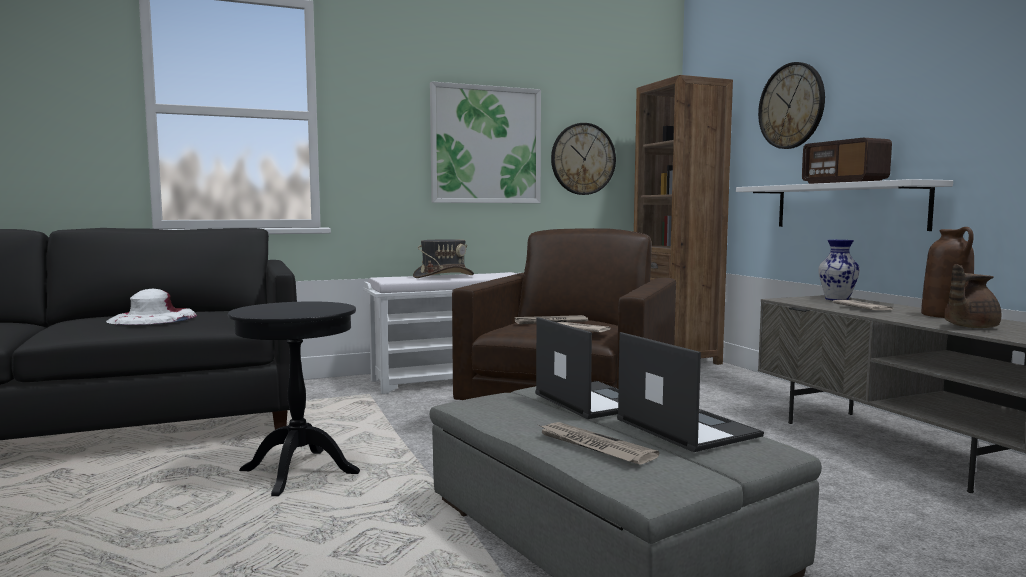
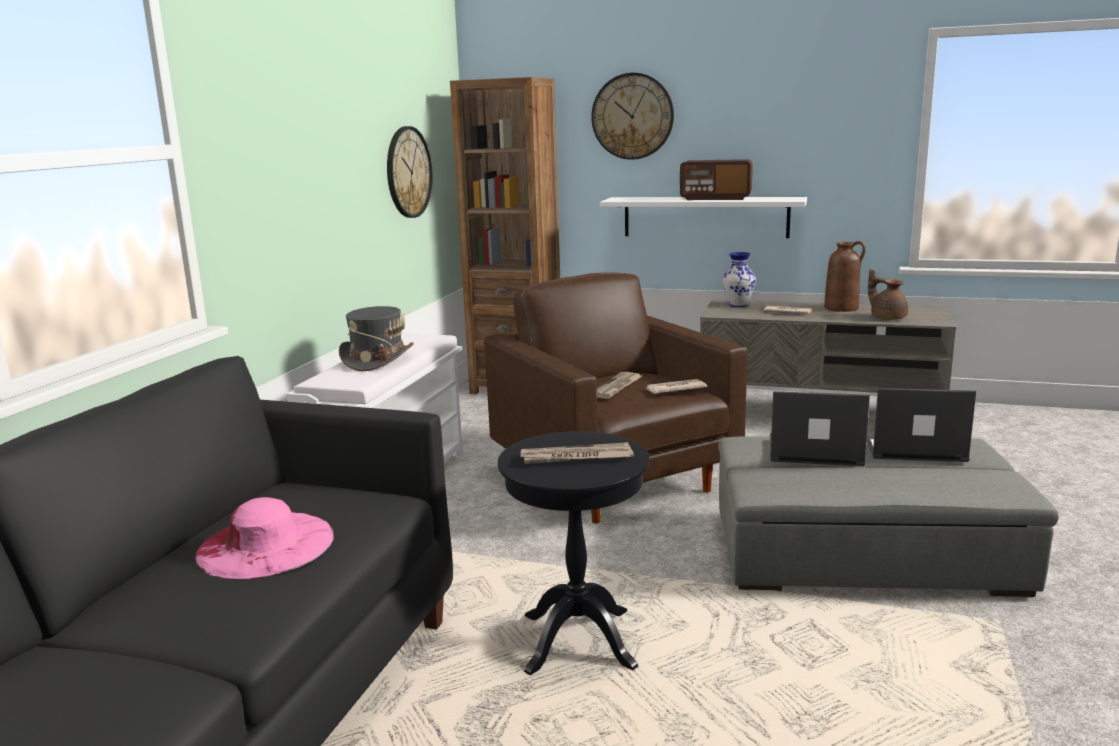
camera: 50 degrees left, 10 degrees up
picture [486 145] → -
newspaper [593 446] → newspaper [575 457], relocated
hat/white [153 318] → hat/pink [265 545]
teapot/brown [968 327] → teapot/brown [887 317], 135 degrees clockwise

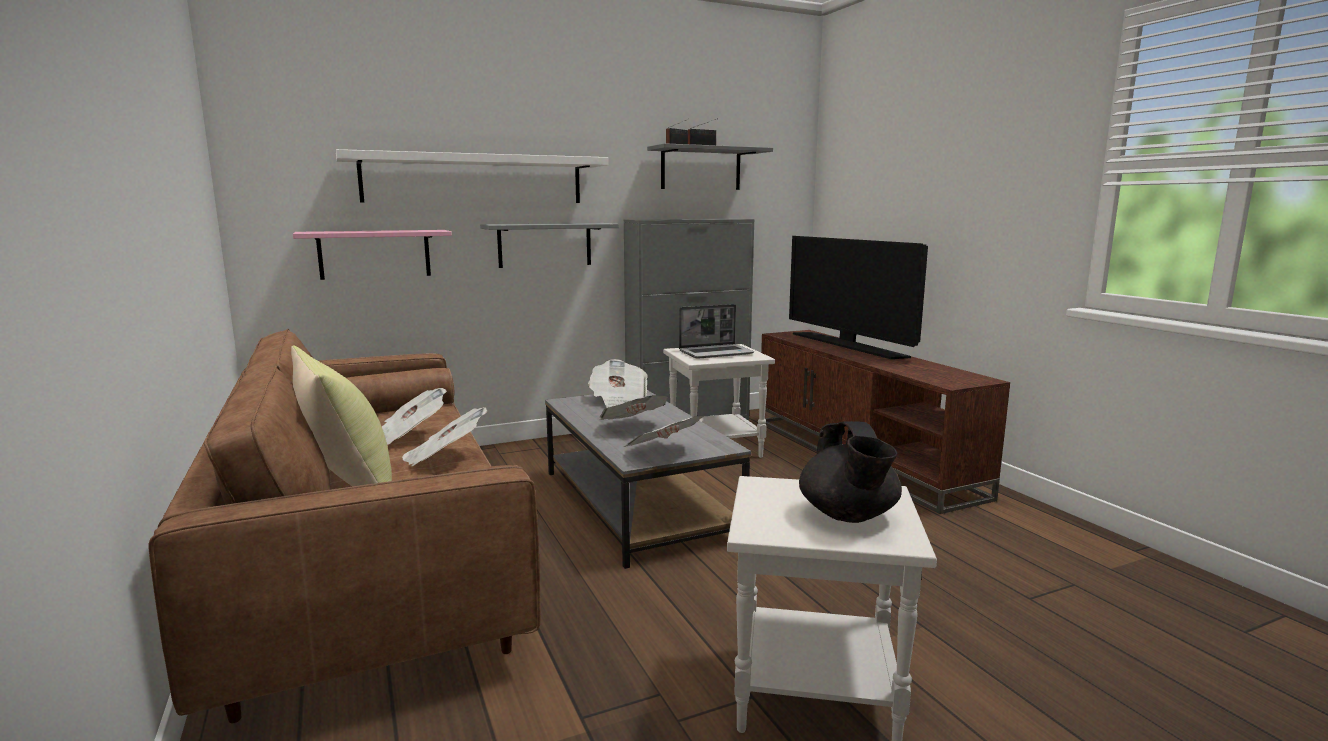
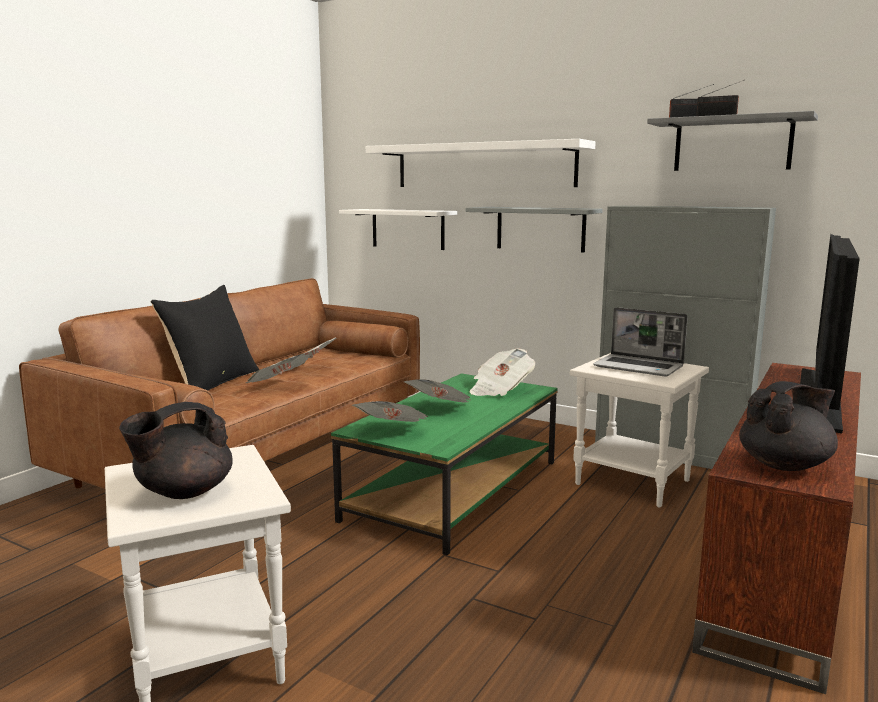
camera: 55 degrees right, 0 degrees up
- → teapot/black [785 465]
pillow/yellow [347 484] → pillow/black [213 383]
shelf/pink [375 254] → shelf/white [408 229]
coffee table/grey [636 504] → coffee table/green [454 489]

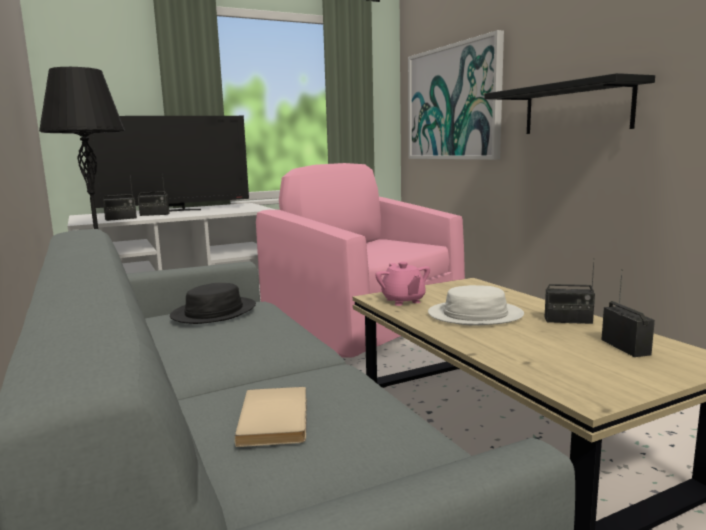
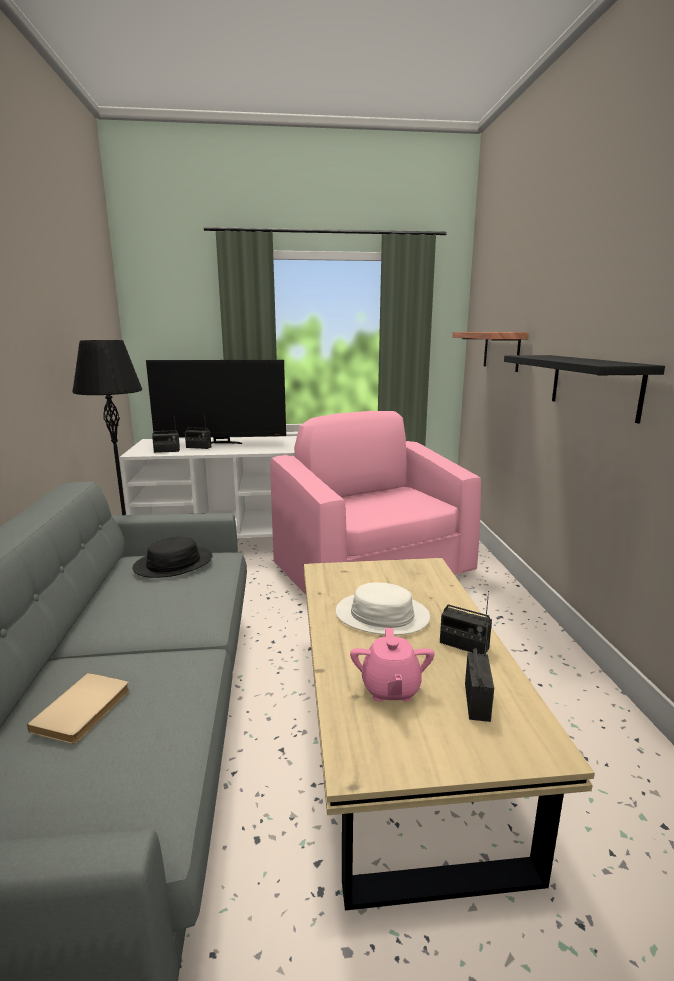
camera: 20 degrees right, 5 degrees up
teapot/pink [403 301] → teapot/pink [390 689], relocated
picture [452 103] → shelf [501 350]

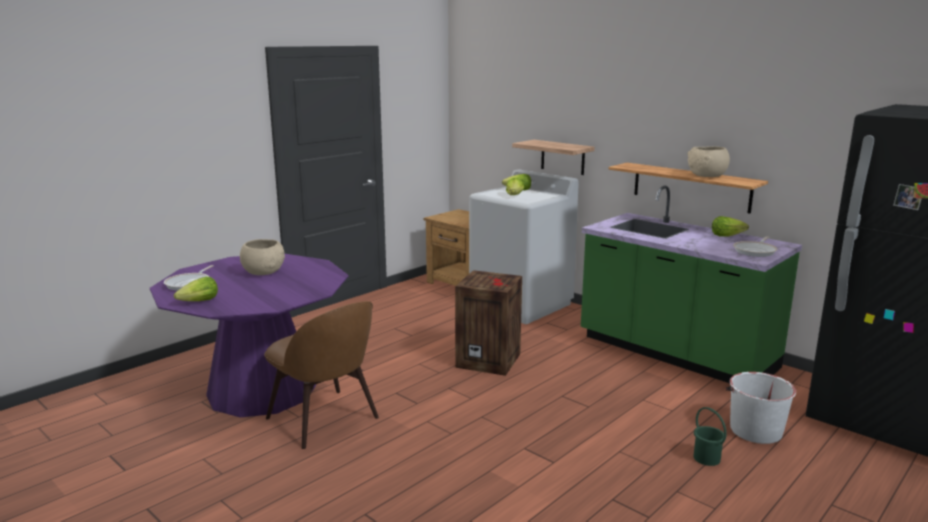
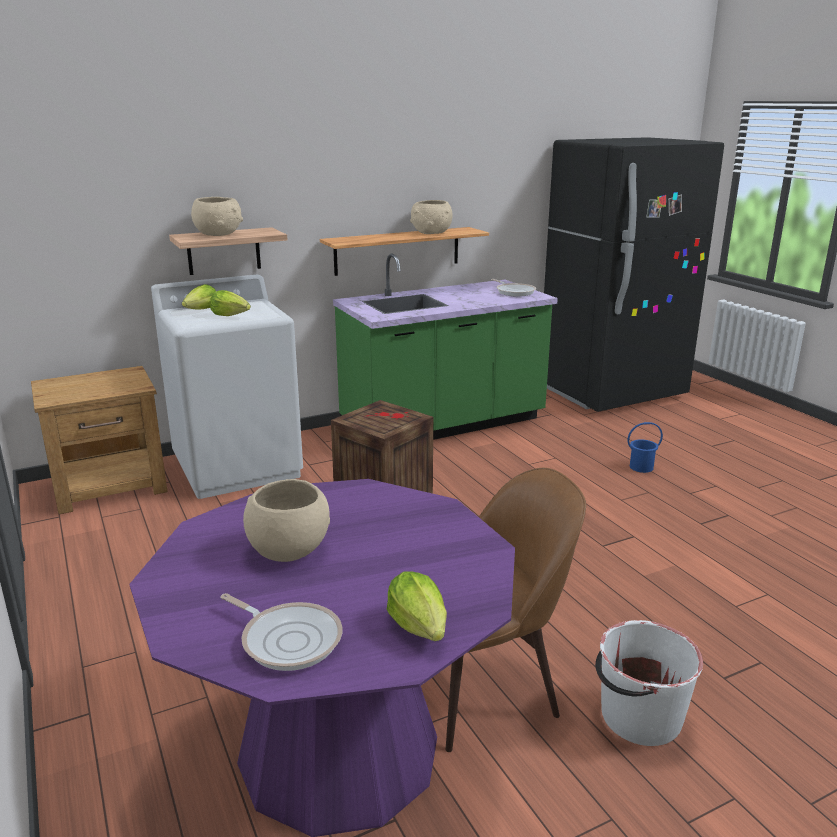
camera: 70 degrees left, 5 degrees up
lettuce [727 235] → -
- → bowl/beige [219 234]
bucket/white [755 430] → bucket/white [639 717], relocated
bucket/green [707 458] → bucket/blue [641 467]

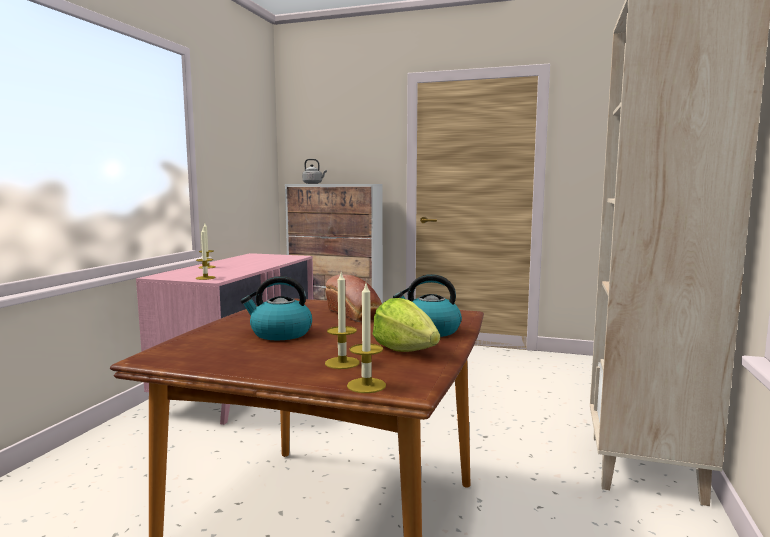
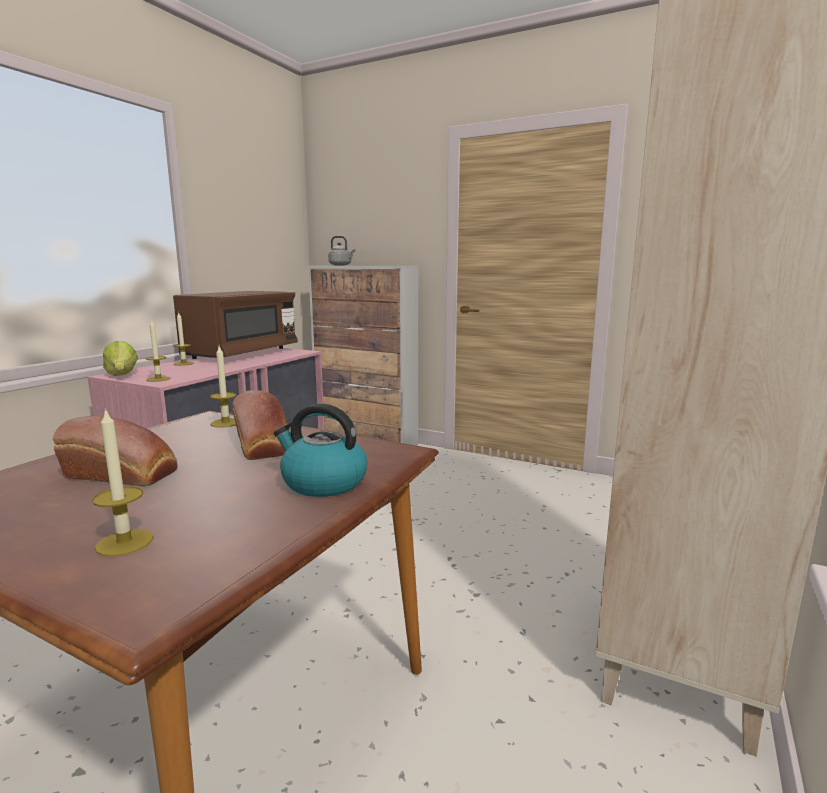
camera: 10 degrees right, 5 degrees up
- → microwave/brown [242 354]
candle [366 385] → candle [225 423], relocated
lettuce [405 350] → lettuce [122 375], relocated
kettle [280 334] → bread [124 475]

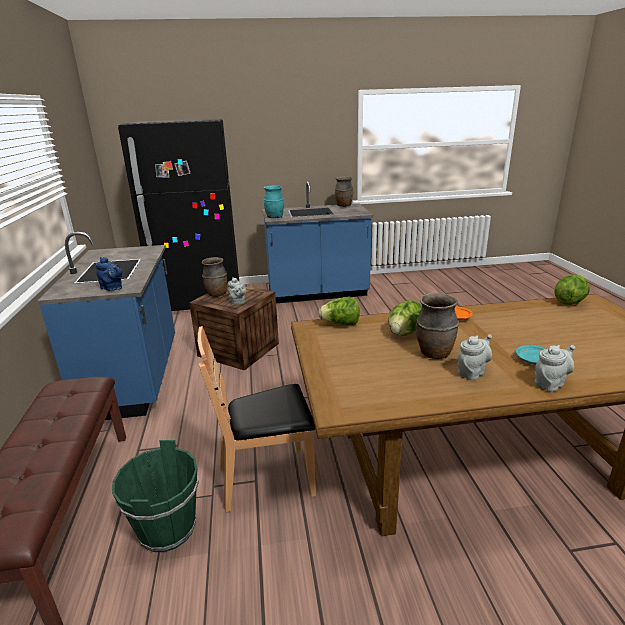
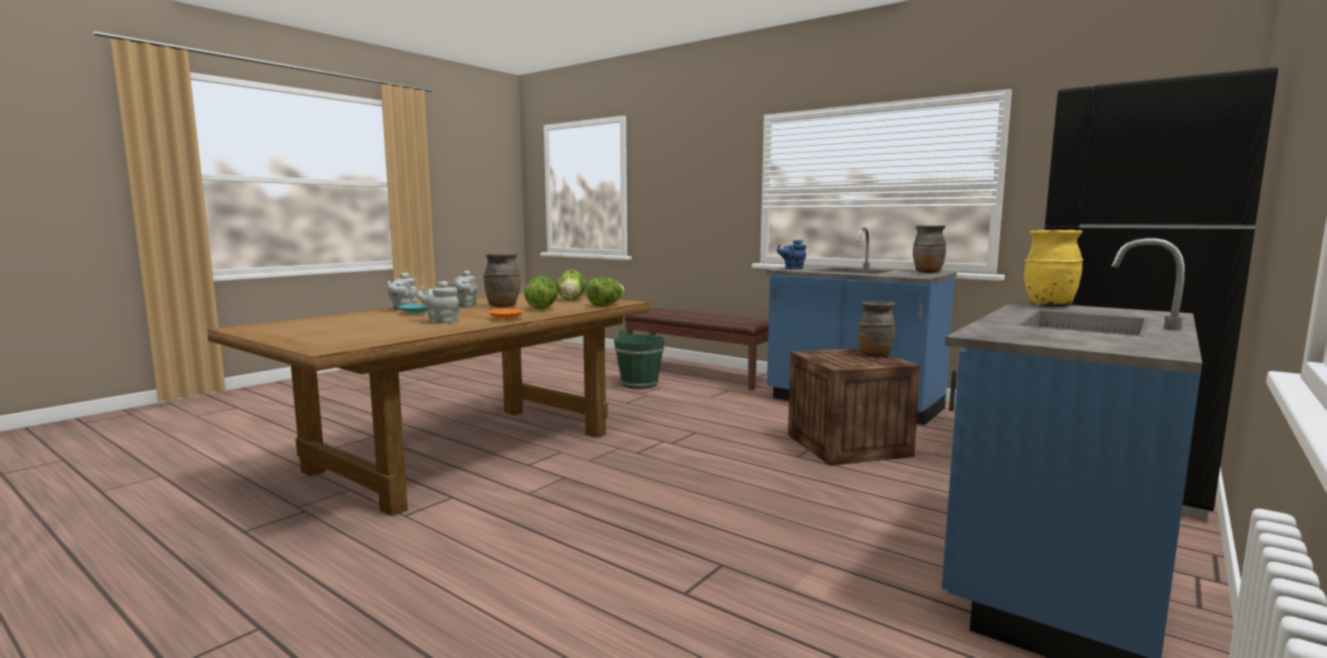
camera: 135 degrees right, 15 degrees down
chair/brown [267 479] → -
teapot/grey [238 302] → teapot/grey [441 321], relocated
vase/brown [344 206] → vase/brown [927 272], relocated
lettuce [569 302] → lettuce [571 300], relocated
vase/turquoise [275 217] → vase/yellow [1049 306]

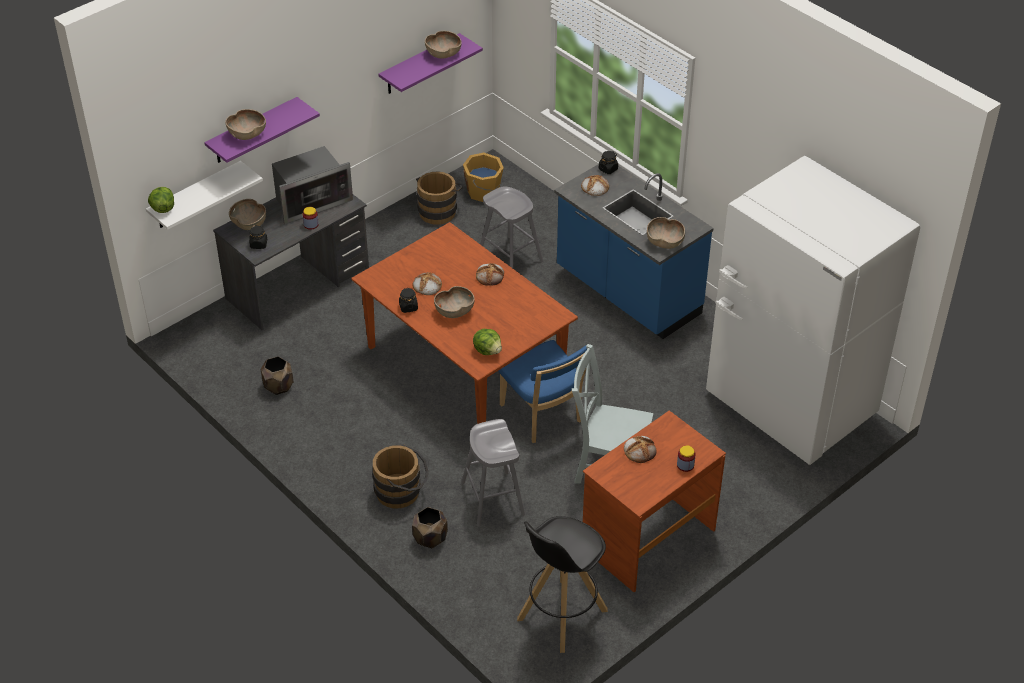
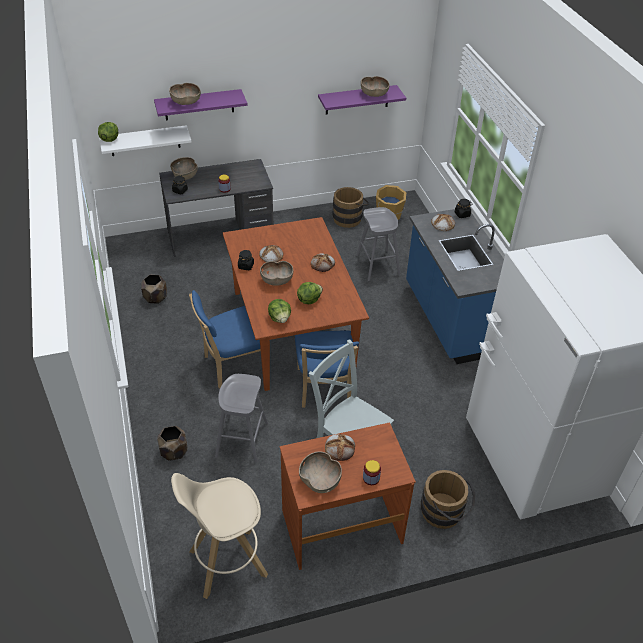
camera: 25 degrees right, 0 degrees up
microwave [311 201] → -
- → chair/blue [232 366]
- → lettuce [309 300]
bucket/brown [402 492] → bucket/brown [445 513], relocated
bowl/brown [665 242] → bowl/brown [320 480], relocated
stool/black [561 615] → stool/beige [226 563]

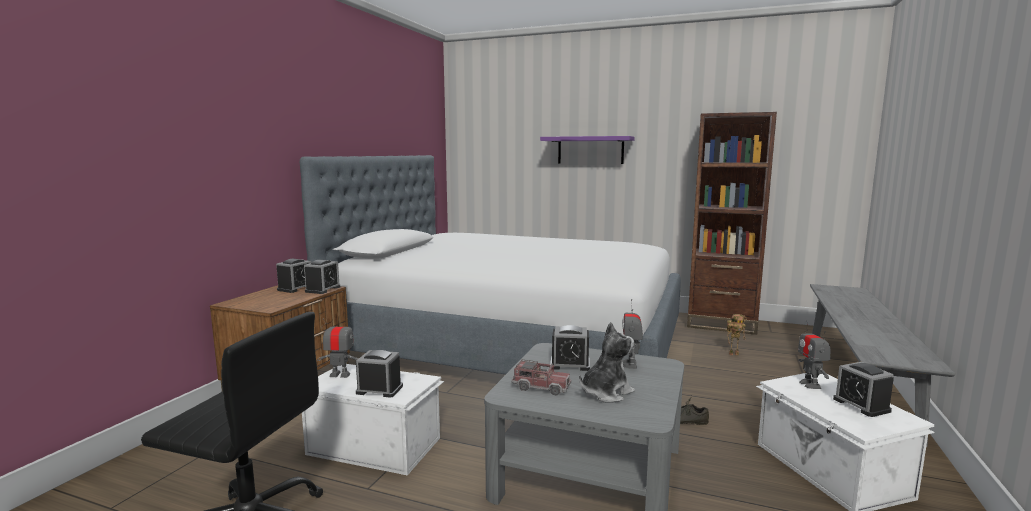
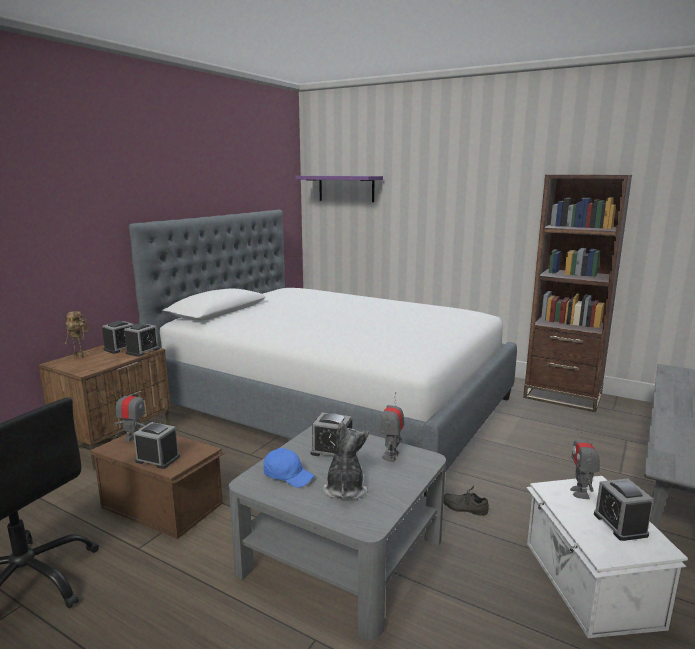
camera: 10 degrees right, 5 degrees up
shelf/purple [590 150] → shelf/purple [346 188], relocated
toy robot [734 354] → toy robot [80 356], relocated
toy truck [541 387] → cap/blue [288 476]
storage box/white [374 445] → storage box/brown [163 504]
plush toy [605 393] → plush toy [345 489], 60 degrees counterclockwise

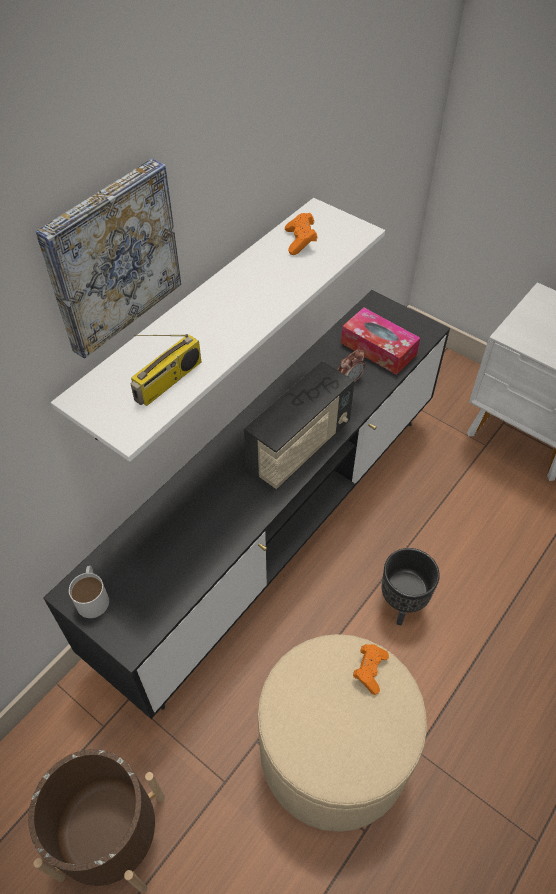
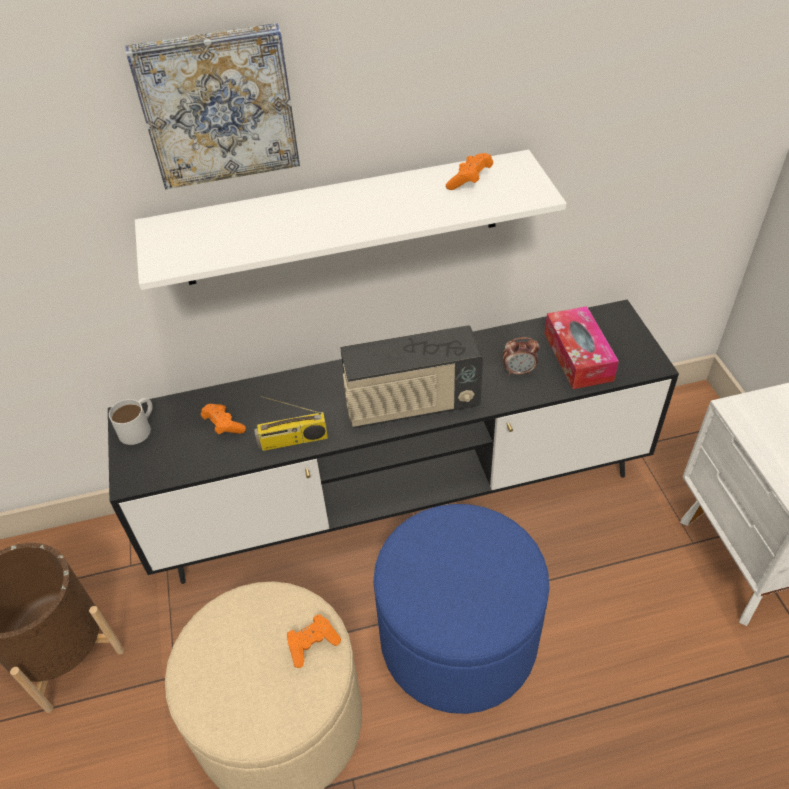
camera: 40 degrees right, 5 degrees down
- → game controller/orange [223 425]
radio [168 382] → radio [293 441], relocated
planter/black [401 605] → ottoman/blue [458 638]

